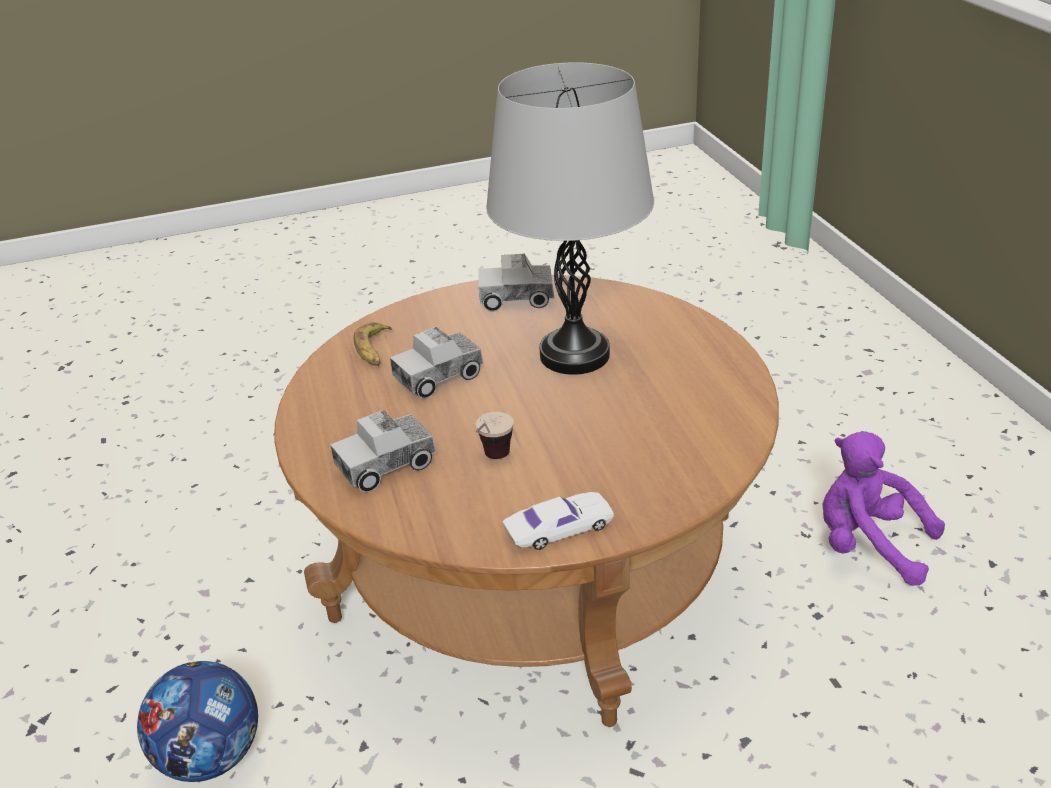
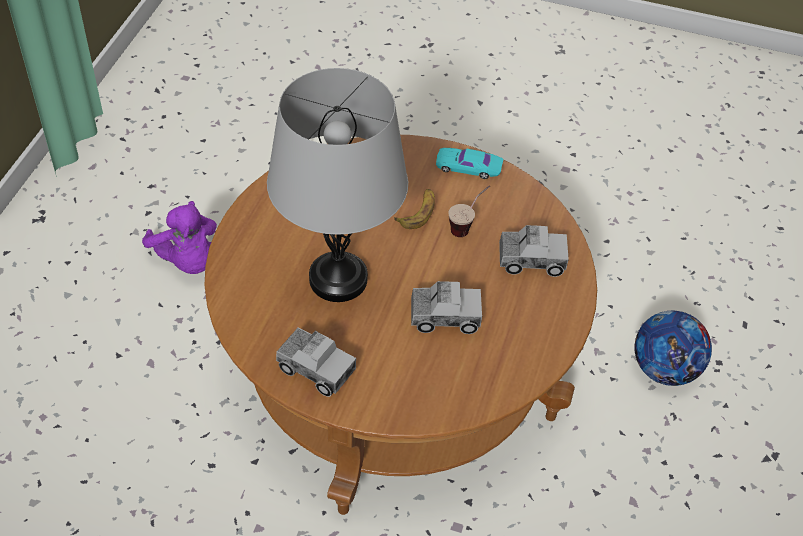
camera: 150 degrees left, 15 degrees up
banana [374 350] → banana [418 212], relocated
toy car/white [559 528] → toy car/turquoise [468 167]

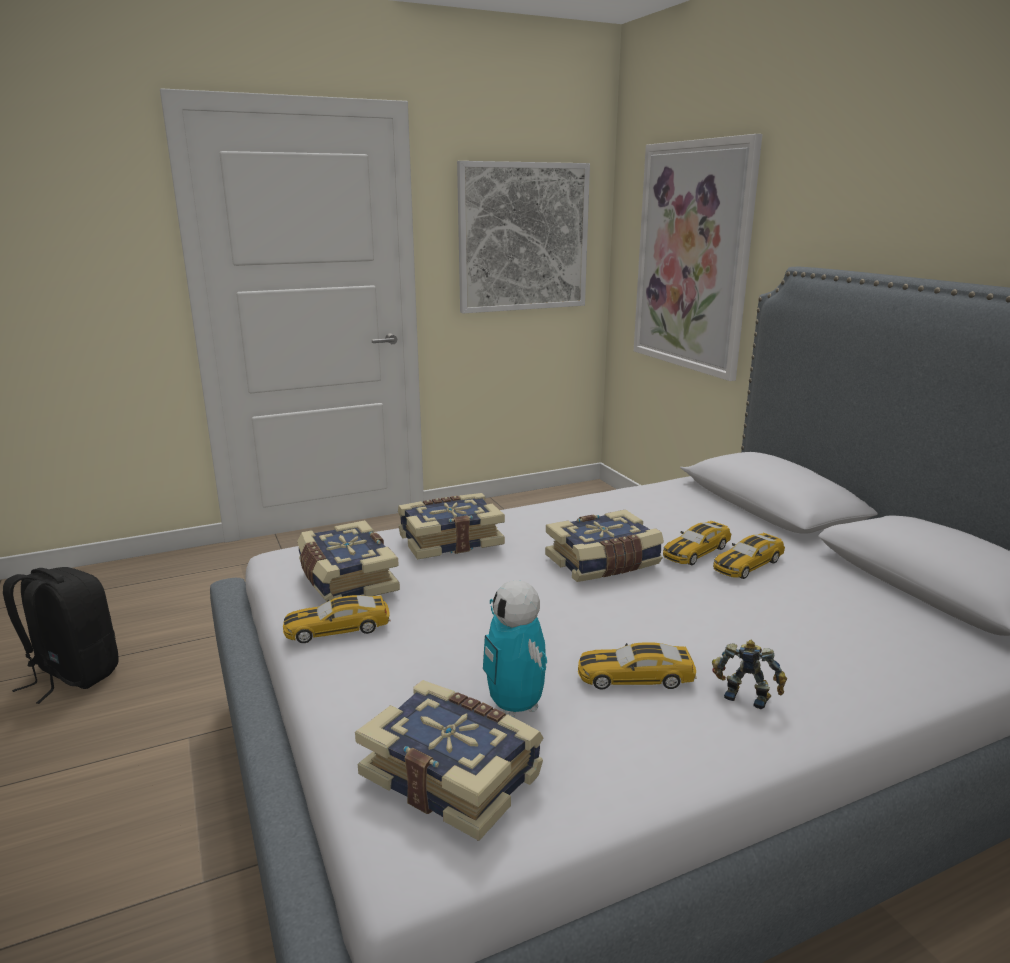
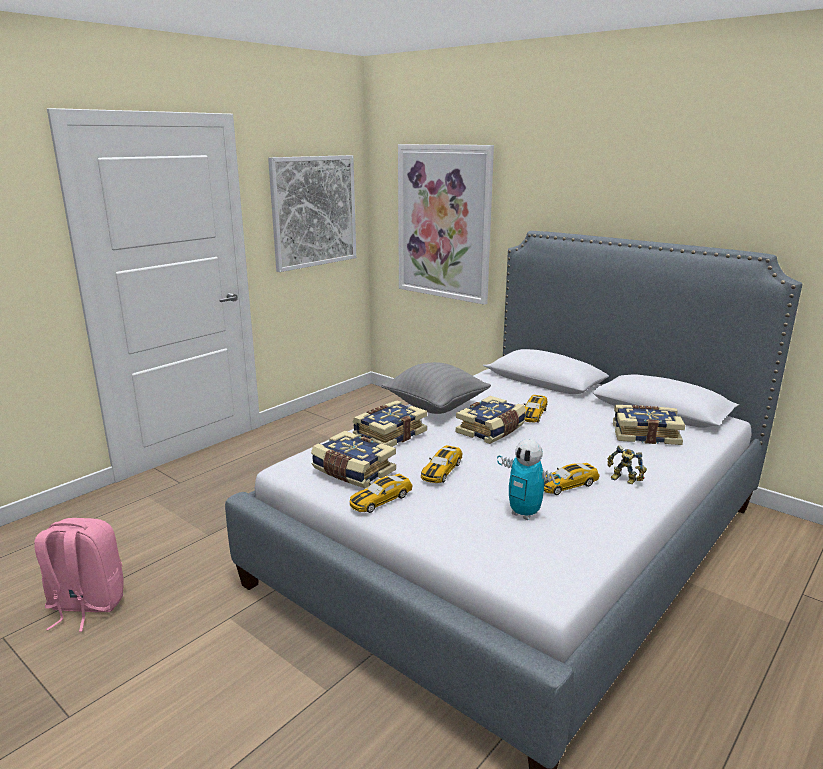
camera: 25 degrees left, 0 degrees up
- → pillow/grey [436 406]
book [453 774] → book [645 434], relocated
toy car [747 564] → toy car [441 471], relocated
backpack/black [72 675] → backpack/pink [85 606]
toy robot [746 695] → toy robot [623 480], 150 degrees counterclockwise

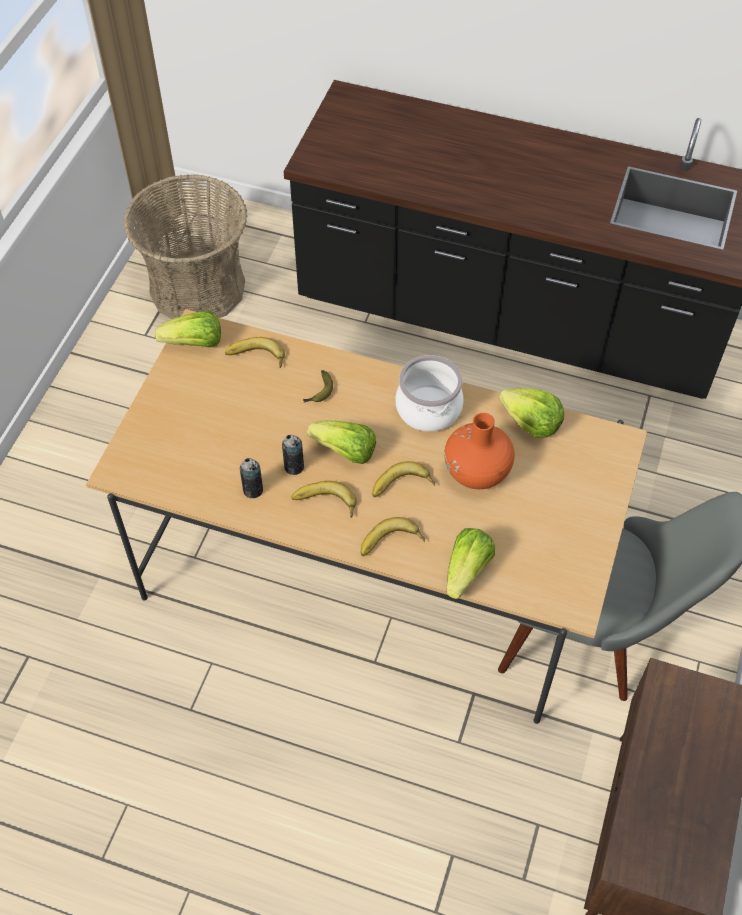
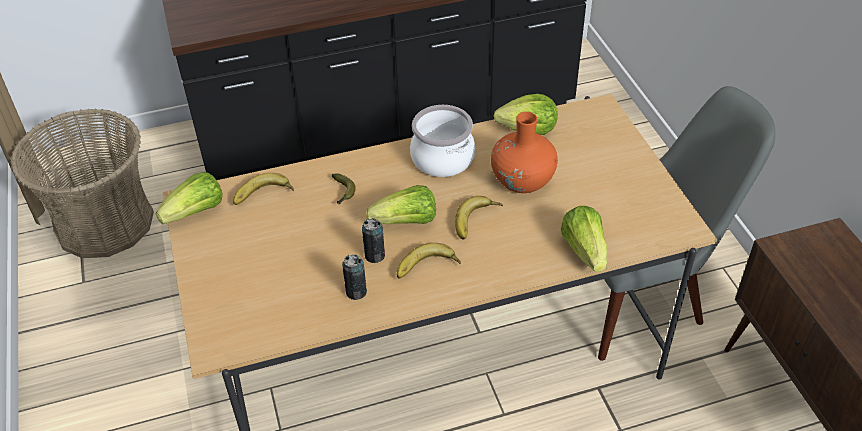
camera: 35 degrees left, 10 degrees down
banana [391 544] → -

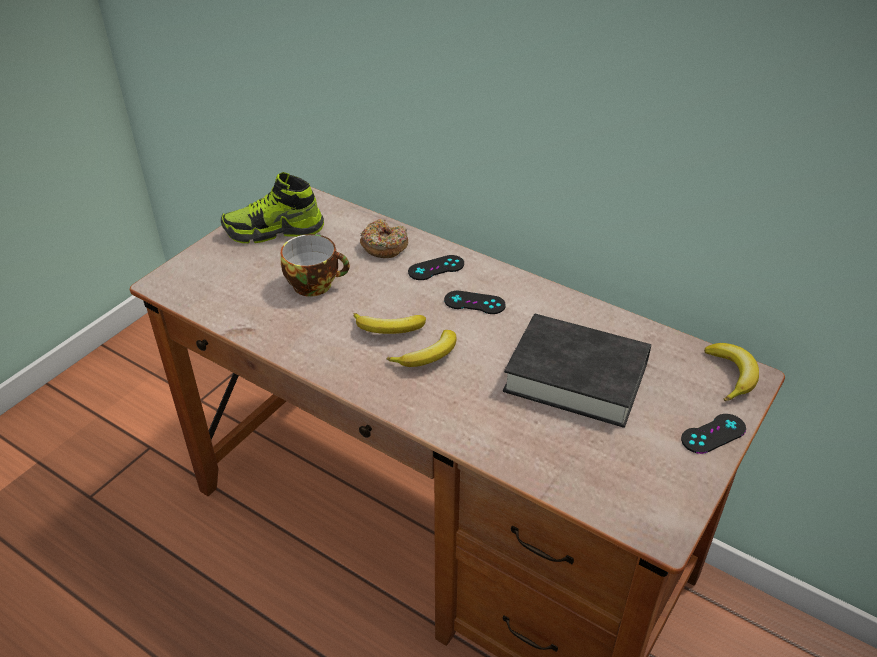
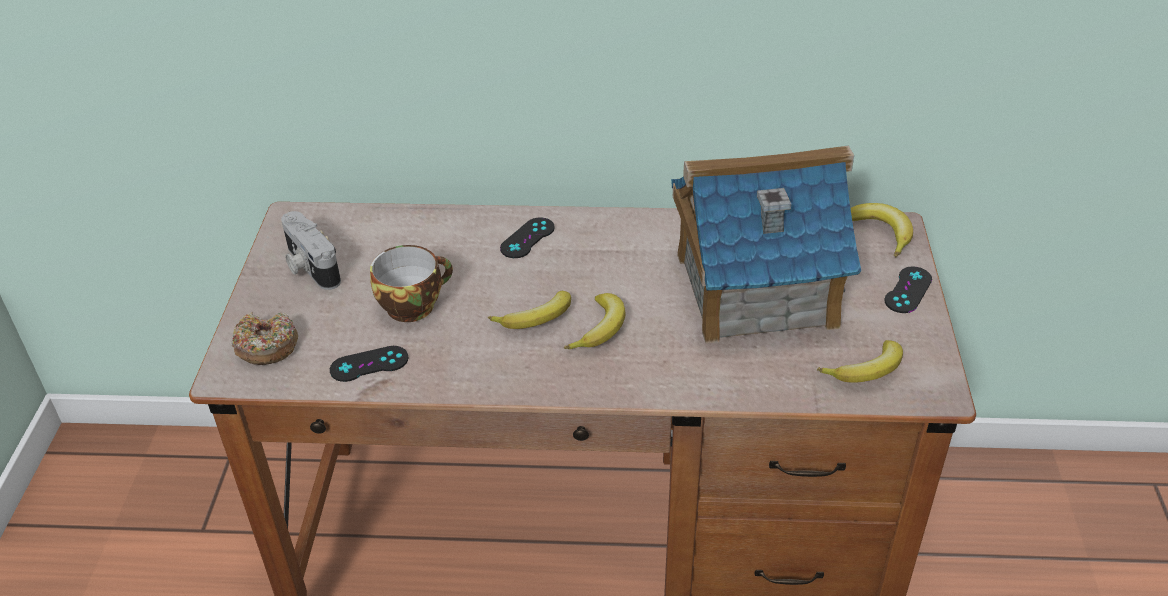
camera: 30 degrees left, 0 degrees up
- → banana [867 371]
donut [384 246] → donut [266 346], relocated
game controller/black [474 303] → game controller/black [369 364], relocated
shoe [274 231] → photo camera [309 266]
book/black [576 377] → toy house [754 289]

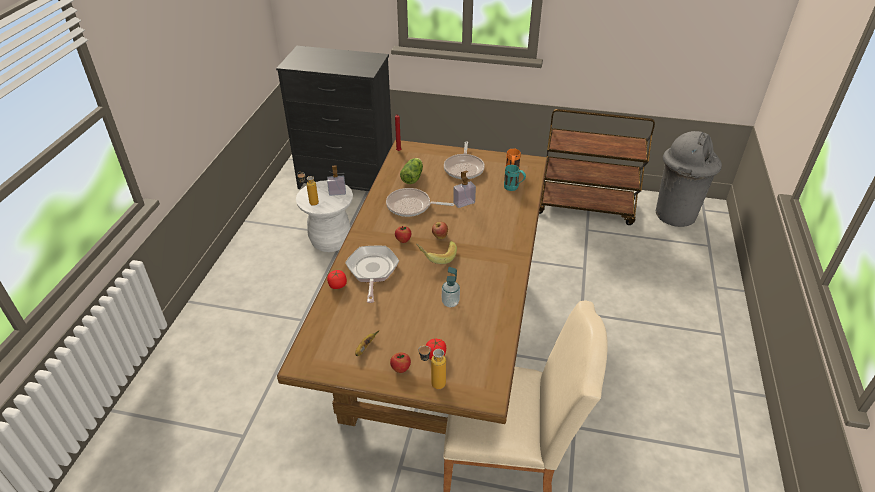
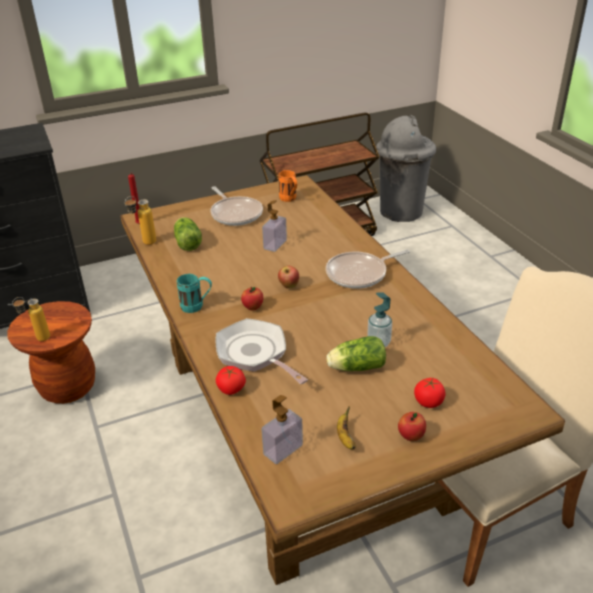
camera: 35 degrees left, 5 degrees down
banana [436 256] → -
- → lettuce [355 367]
soap dispenser [337 192] → soap dispenser [283 450], relocated
frying pan [411 206] → frying pan [360 274], relocated
bottle [432 384] → bottle [144 243], relocated
mug/turquoise [514 188] → mug/turquoise [197 307], relocated
stool/white [330 241] → stool/brown [67 387]

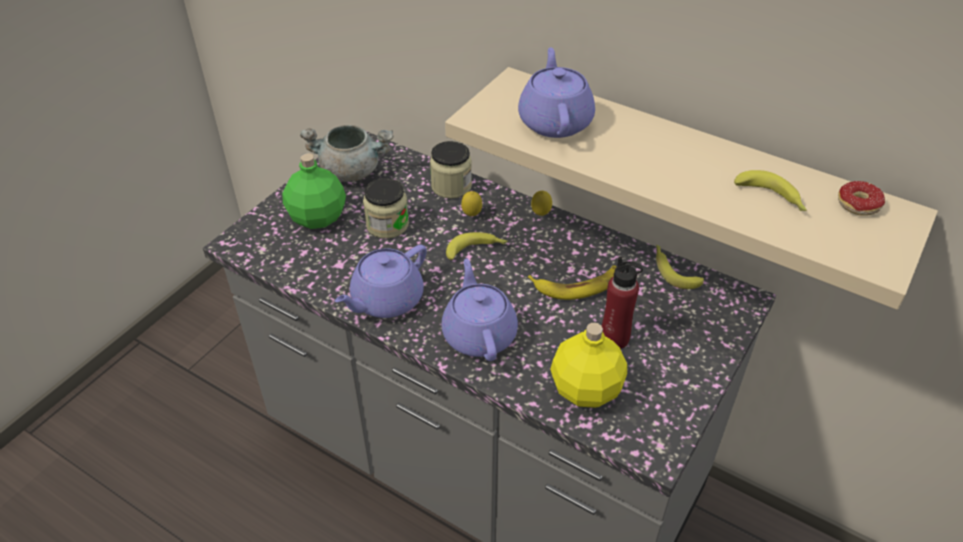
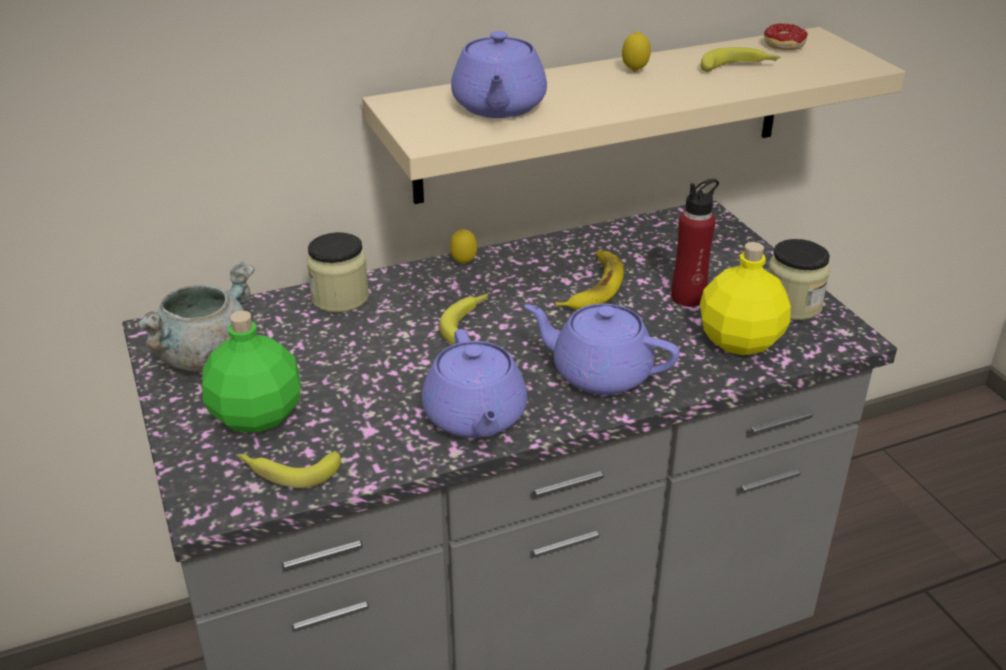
camera: 55 degrees left, 10 degrees down
jar [387 225] → jar [792 305], relocated
lemon [471 215] → lemon [634 71], relocated
banana [673 270] → banana [287 471], relocated
teapot/purple [555 121] → teapot/purple [498 107], 120 degrees counterclockwise

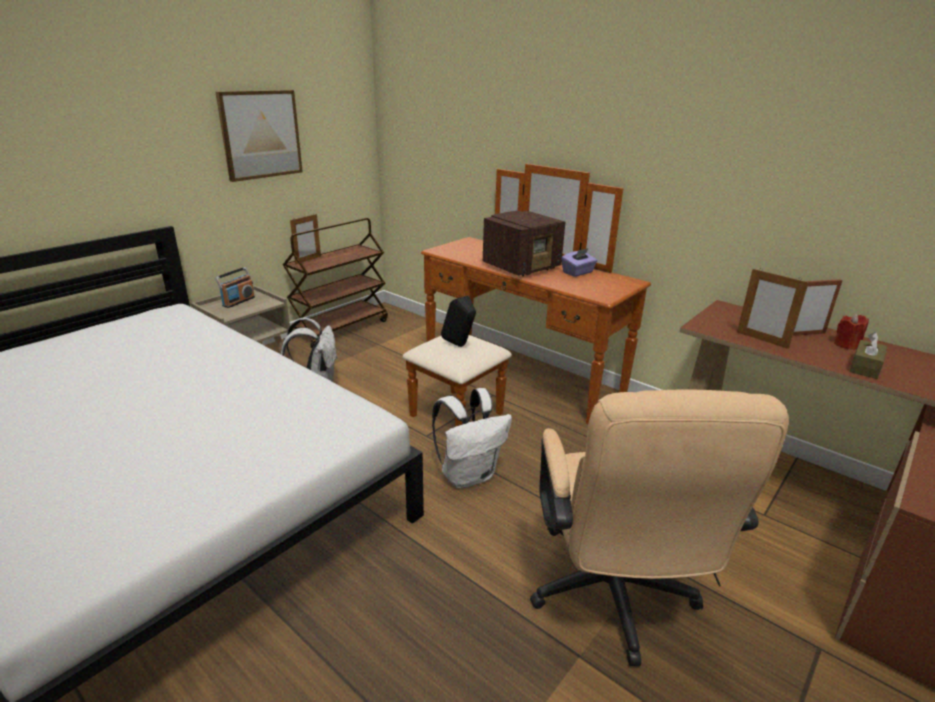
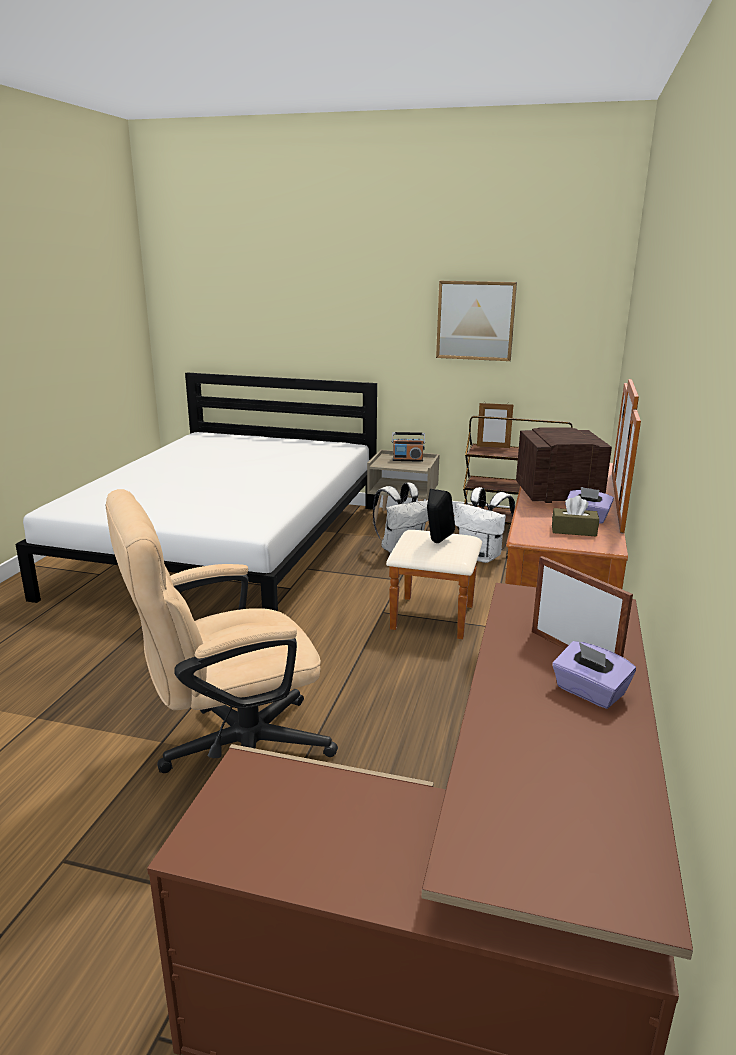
camera: 65 degrees right, 5 degrees down
picture frame [762 340] → -
backpack/white [469 475] → backpack/white [482 557], relocated
tissue box/brown [865 367] → tissue box/brown [573 530], relocated
candle/red [846 345] → tissue box/purple [589 692]
radio [522 267] → radio [556 495], 150 degrees clockwise

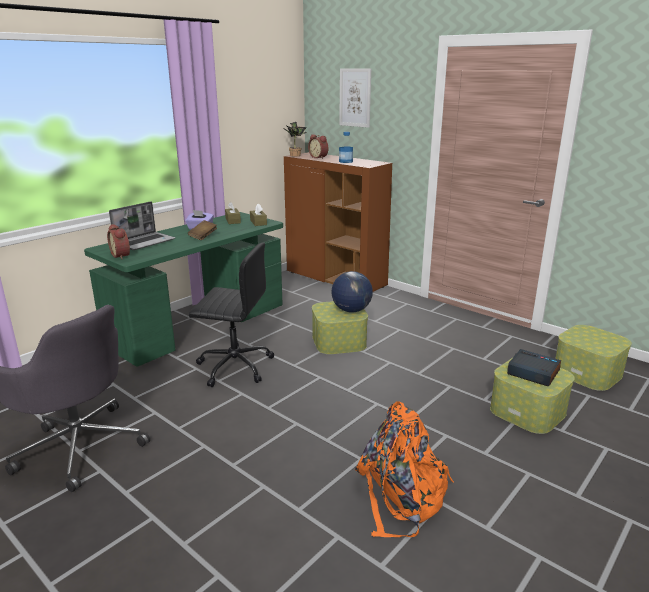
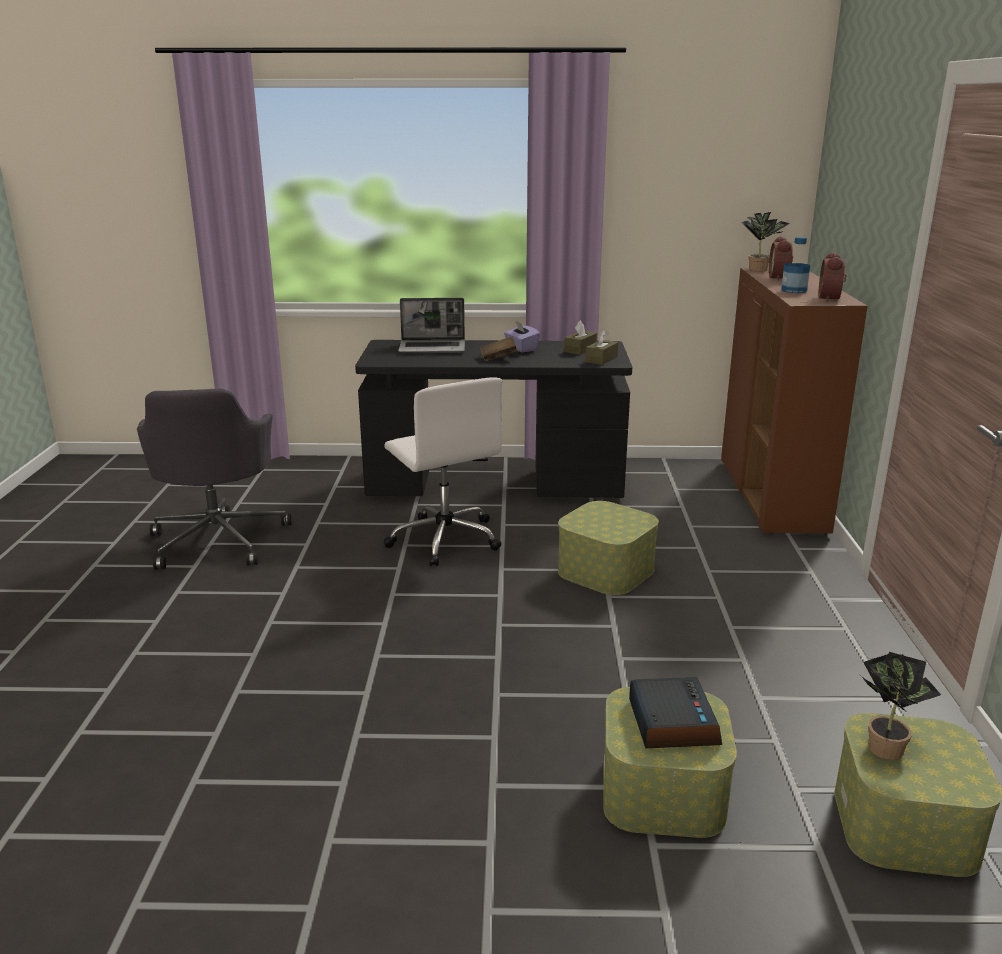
camera: 50 degrees right, 0 degrees up
globe [351 310] → -
picture [355 97] → -
backpack/orange [401 496] → -
- → potted plant [884 745]
alarm clock [122 256] → alarm clock [831 298], relocated
desk/green [200 326] → desk/black [495 484]
office chair/black [234 366] → office chair/white [445 539]

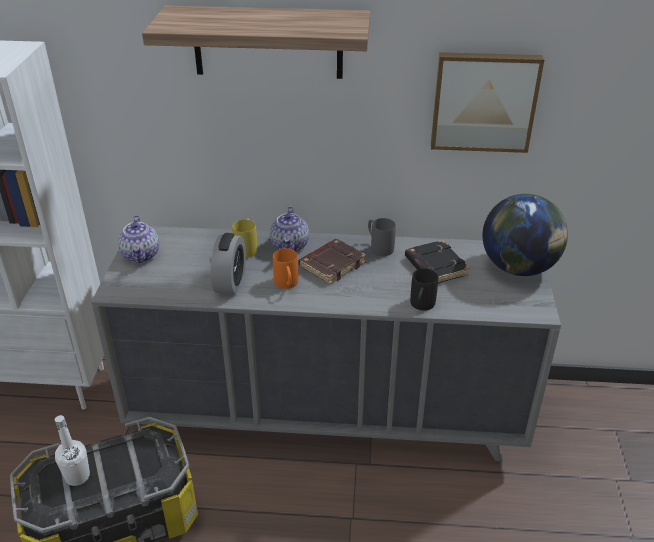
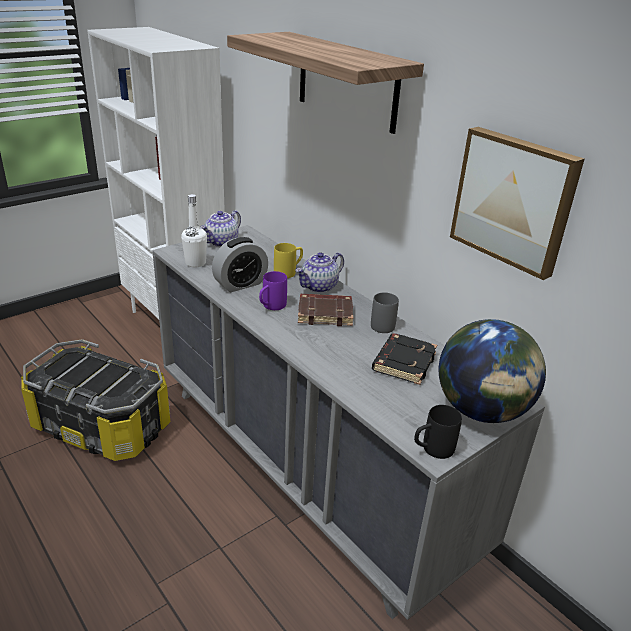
camera: 45 degrees right, 5 degrees down
bottle/white [77 476] → bottle/white [195 263], relocated
mug/black [421 306] → mug/black [432 450], relocated
mug/orange [287 285] → mug/purple [271 307]

